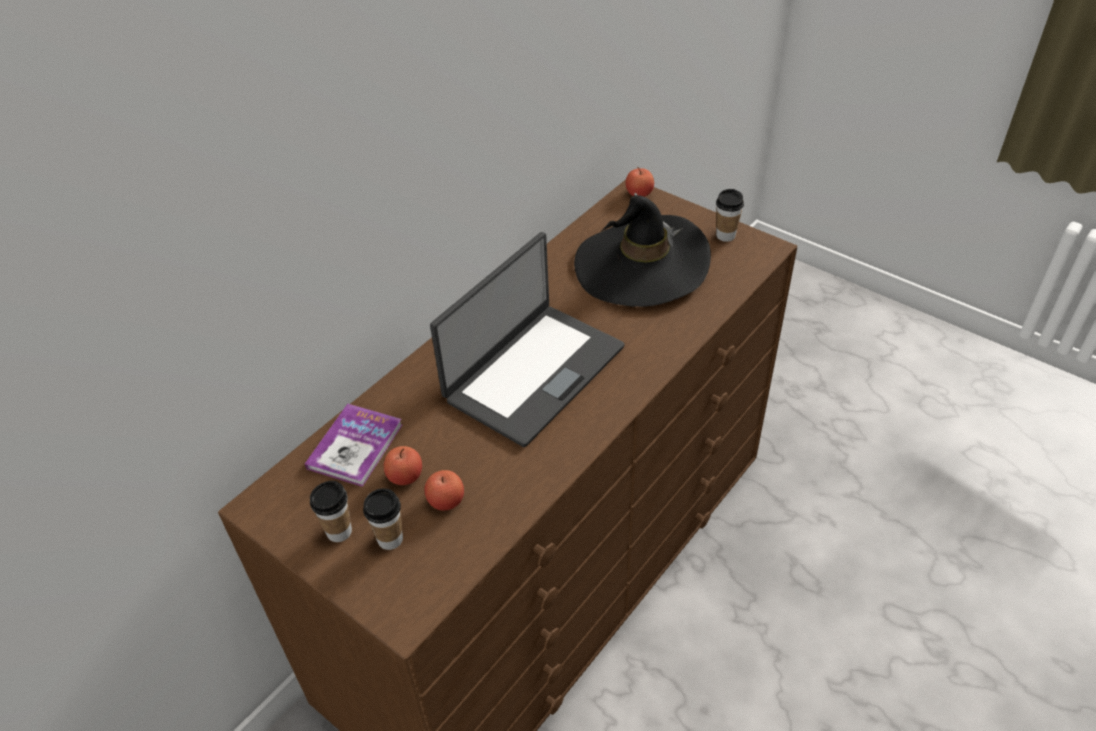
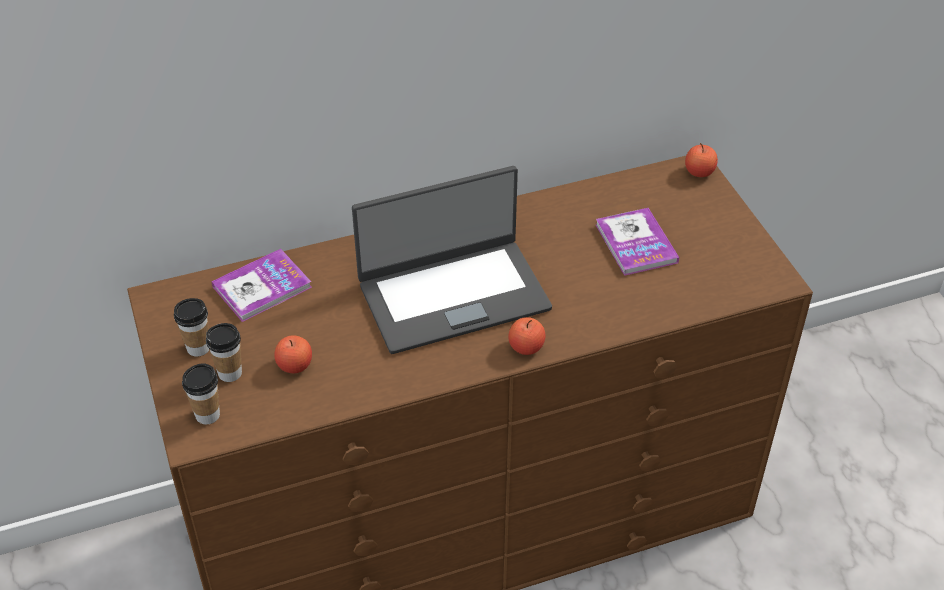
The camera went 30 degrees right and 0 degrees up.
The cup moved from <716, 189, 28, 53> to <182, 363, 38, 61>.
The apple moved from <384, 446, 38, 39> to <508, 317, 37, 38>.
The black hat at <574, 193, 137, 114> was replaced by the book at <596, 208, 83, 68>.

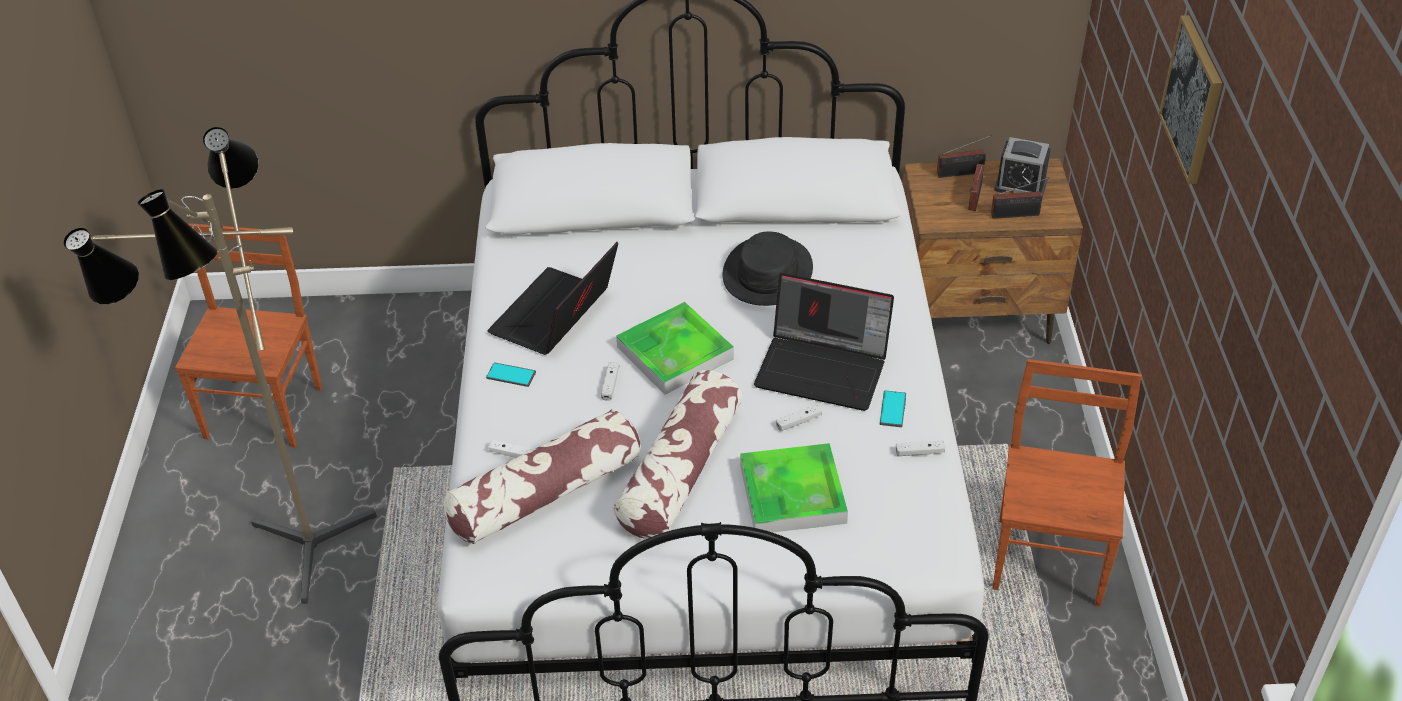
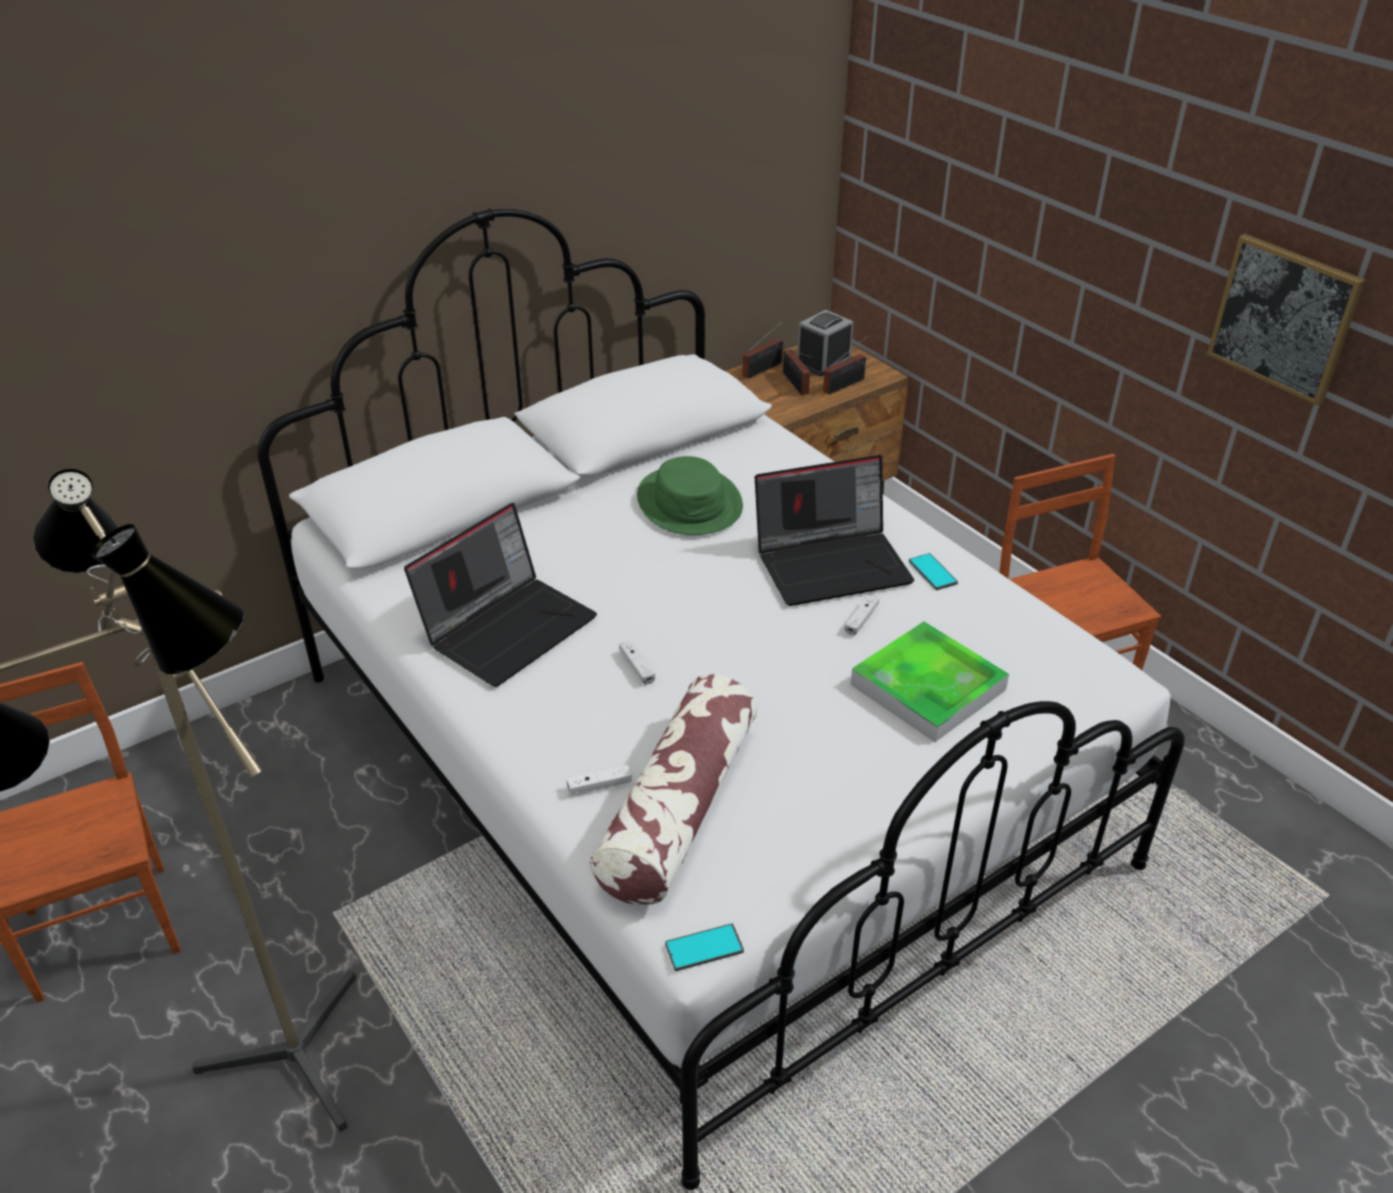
The camera went 35 degrees left and 5 degrees down.
The laptop at <487, 242, 131, 113> turned 135 degrees counterclockwise.
The black hat at <723, 232, 90, 74> became the green hat at <637, 456, 106, 79>.
The phone moved from <486, 363, 50, 24> to <665, 923, 79, 48>.
The alarm clock at <994, 137, 57, 60> turned 150 degrees clockwise.
The picture moved from <1159, 15, 63, 169> to <1207, 234, 159, 172>.
The pillow at <614, 370, 129, 169> disappeared.
The tray at <616, 302, 118, 93> disappeared.
The white game controller at <896, 441, 49, 15> disappeared.

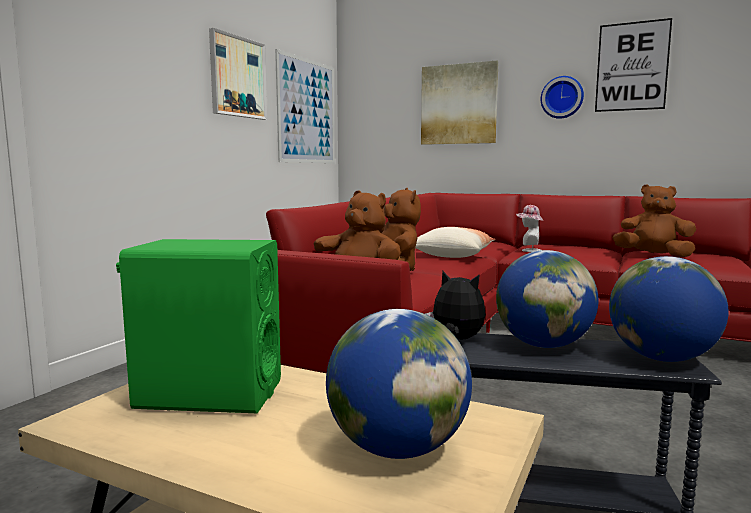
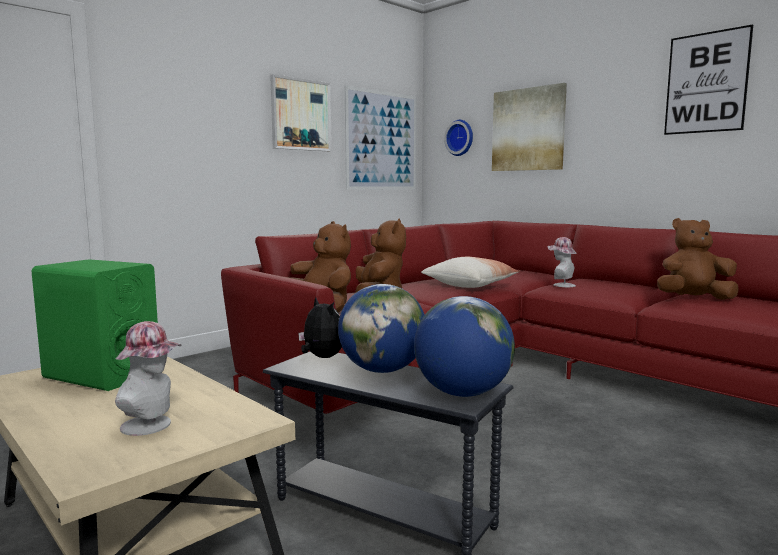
The camera went 20 degrees right and 0 degrees up.
The globe at <326, 309, 146, 150> was replaced by the hat at <115, 321, 67, 115>.
The wall clock moved from <541, 76, 43, 43> to <444, 120, 29, 36>.
The brown plush toy at <613, 184, 83, 74> turned 45 degrees counterclockwise.

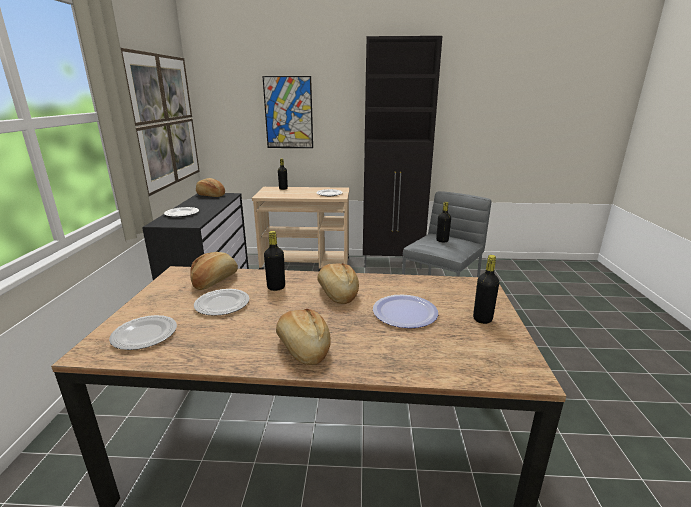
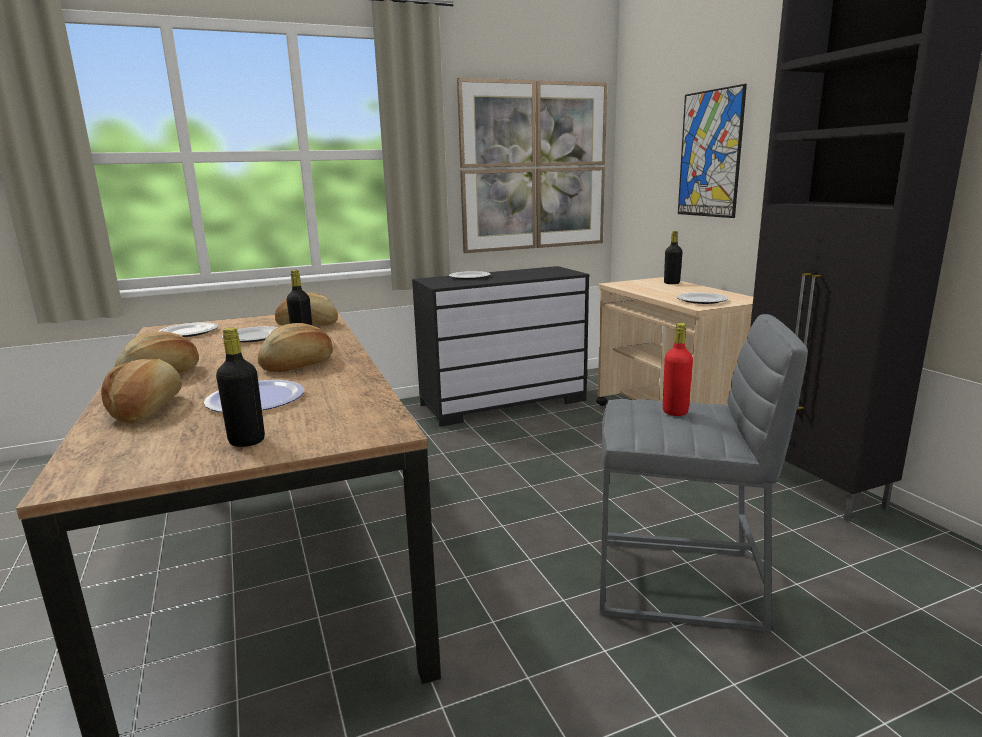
The camera went 65 degrees right and 5 degrees down.
The bread moved from <196, 178, 29, 19> to <101, 359, 81, 64>.
The black bottle at <436, 202, 15, 40> became the red bottle at <663, 323, 30, 93>.

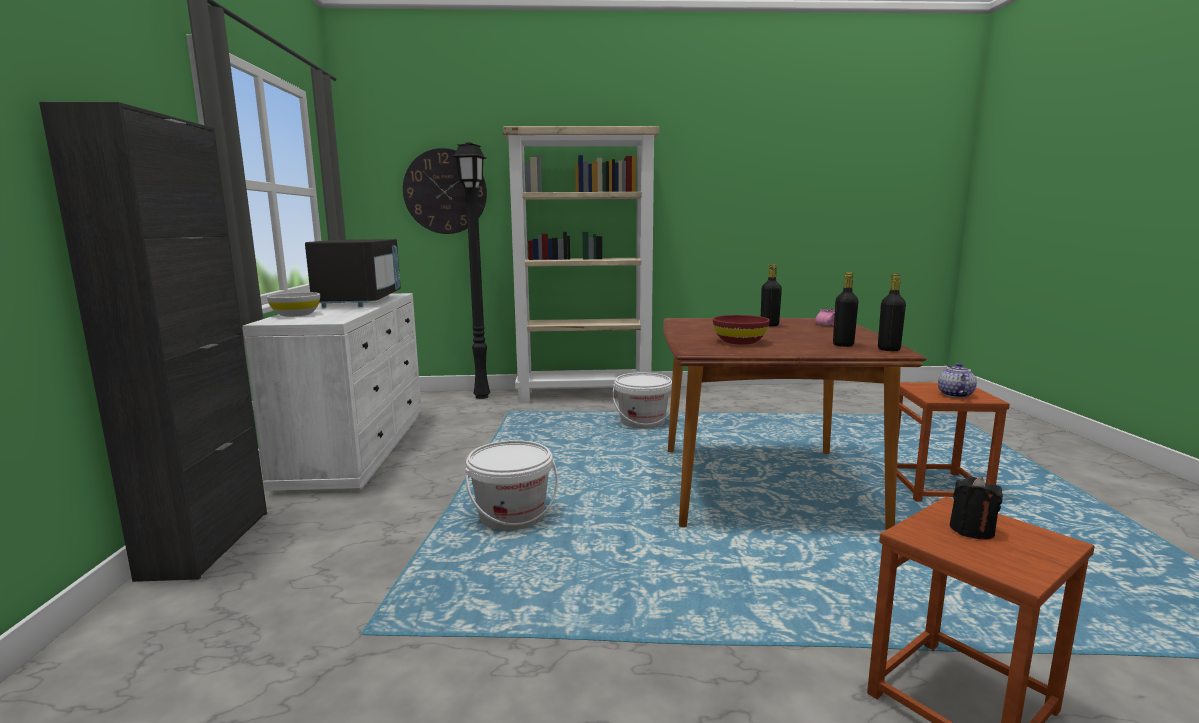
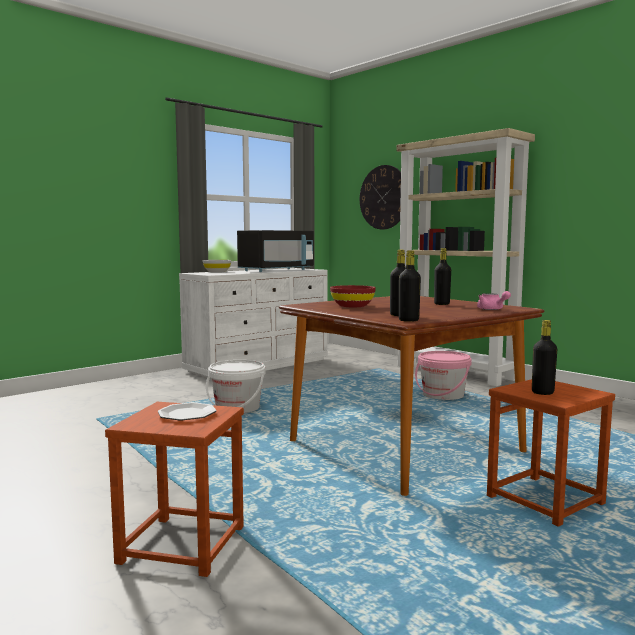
The camera went 50 degrees right and 5 degrees down.
The black candle at <950, 477, 53, 63> was replaced by the plate at <158, 402, 59, 18>.
The white bucket at <613, 372, 59, 56> became the pink bucket at <415, 351, 57, 49>.
The teapot at <938, 363, 39, 35> was replaced by the black bottle at <532, 320, 25, 75>.
The black cabinet at <39, 102, 228, 480> disappeared.
The black floor lamp at <453, 143, 37, 256> disappeared.

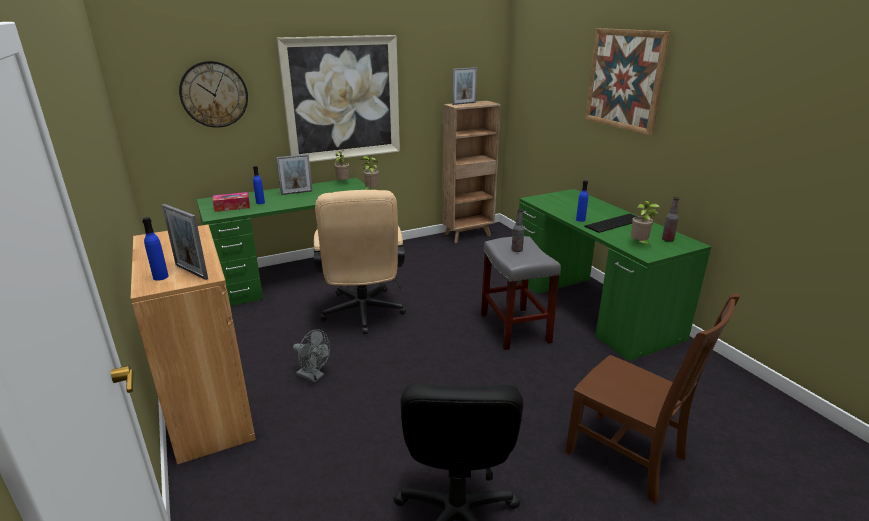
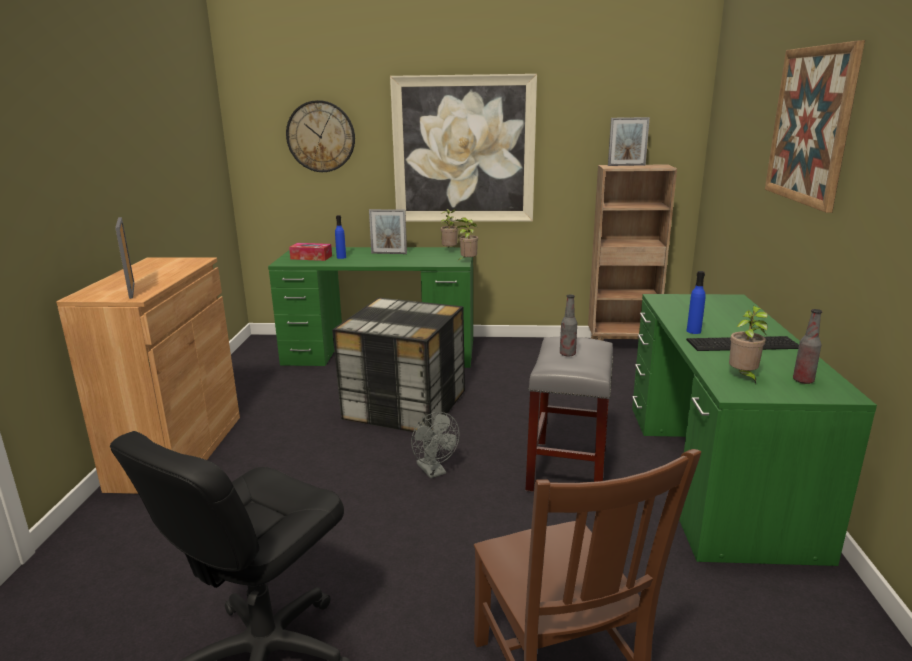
The camera went 30 degrees right and 5 degrees down.
The beige office chair at <314, 190, 92, 144> was replaced by the storage box at <332, 298, 133, 134>.
The grey fan moved from <293, 329, 37, 54> to <411, 412, 48, 66>.
The blue bottle at <142, 217, 27, 64> disappeared.

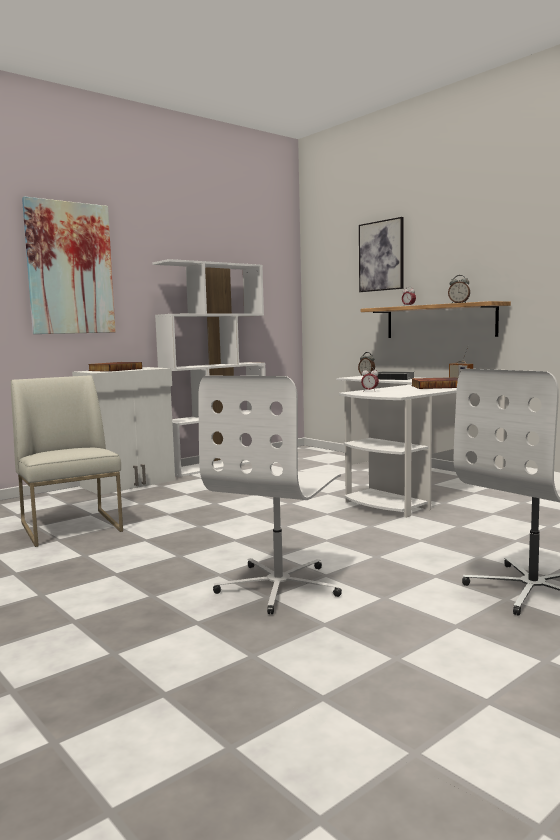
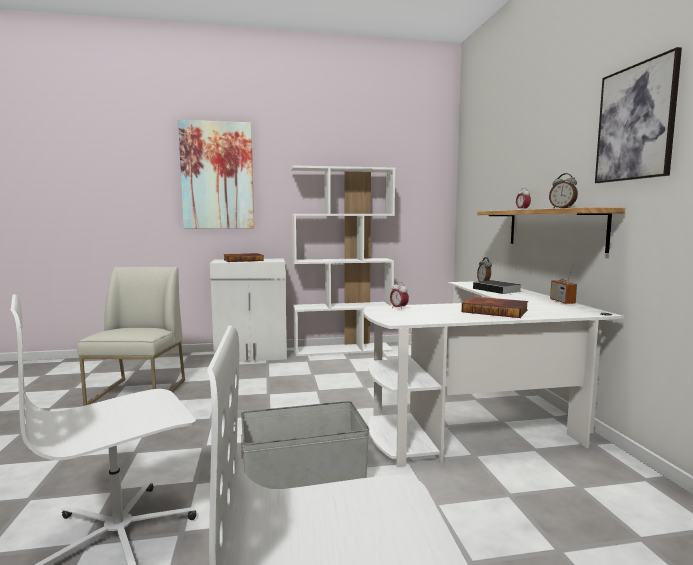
The camera went 30 degrees right and 0 degrees up.
The grey storage box at <241, 401, 129, 88> appeared.
The picture moved from <359, 217, 45, 75> to <595, 47, 87, 136>.

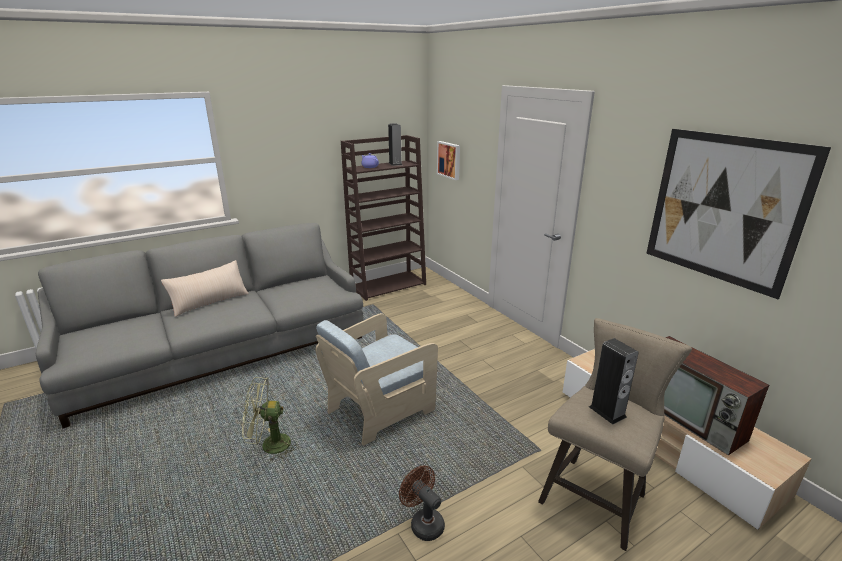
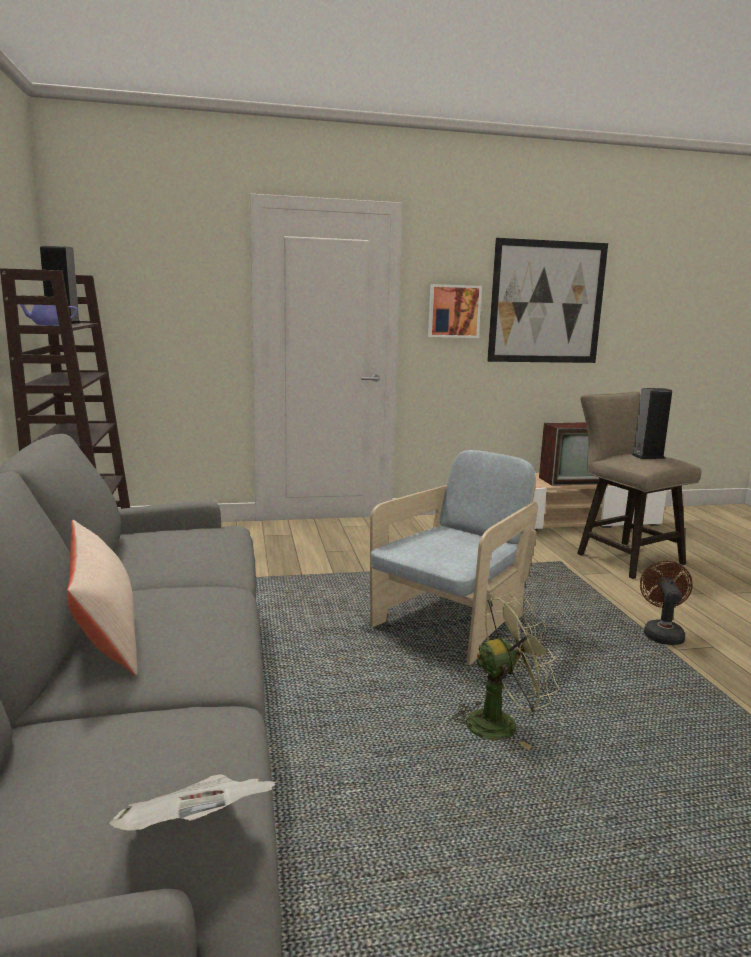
The camera went 70 degrees left and 10 degrees down.
The newspaper at <109, 774, 168, 57> appeared.
The beige armchair at <315, 313, 123, 133> turned 120 degrees counterclockwise.
The picture moved from <437, 141, 23, 39> to <428, 284, 54, 54>.
The green fan at <242, 377, 57, 85> turned 120 degrees counterclockwise.
The brown fan at <399, 465, 46, 76> turned 120 degrees clockwise.

